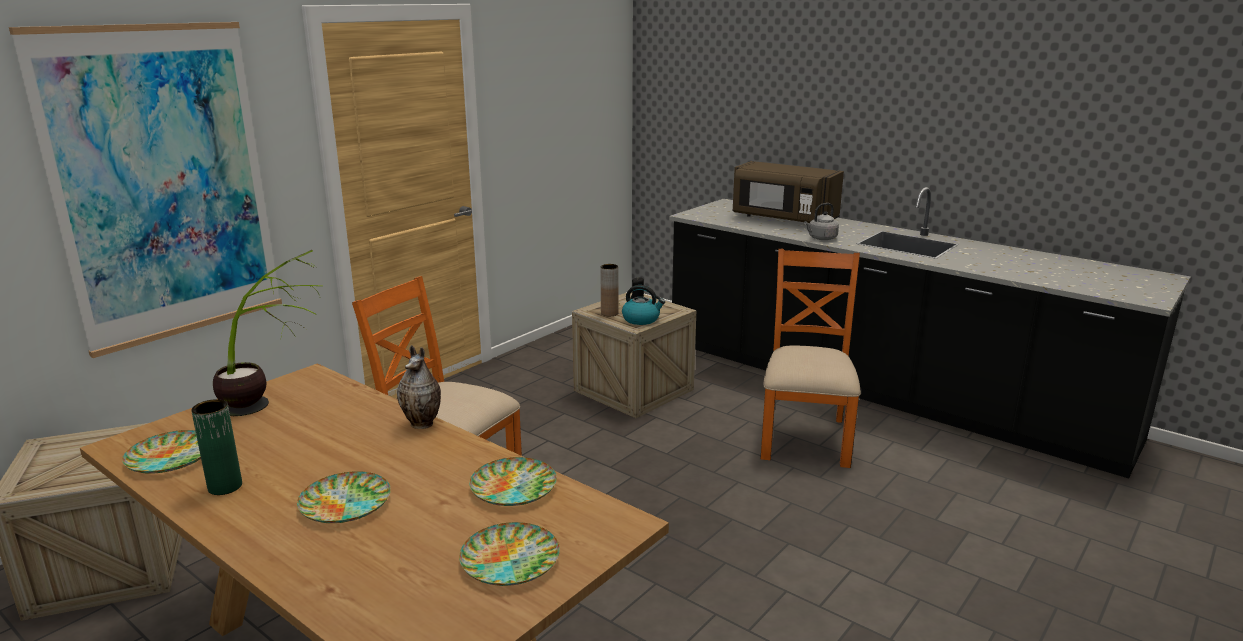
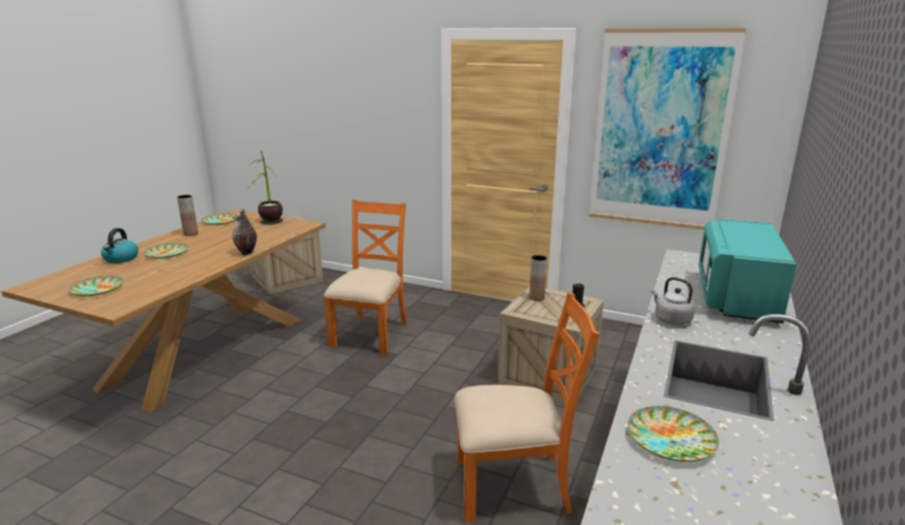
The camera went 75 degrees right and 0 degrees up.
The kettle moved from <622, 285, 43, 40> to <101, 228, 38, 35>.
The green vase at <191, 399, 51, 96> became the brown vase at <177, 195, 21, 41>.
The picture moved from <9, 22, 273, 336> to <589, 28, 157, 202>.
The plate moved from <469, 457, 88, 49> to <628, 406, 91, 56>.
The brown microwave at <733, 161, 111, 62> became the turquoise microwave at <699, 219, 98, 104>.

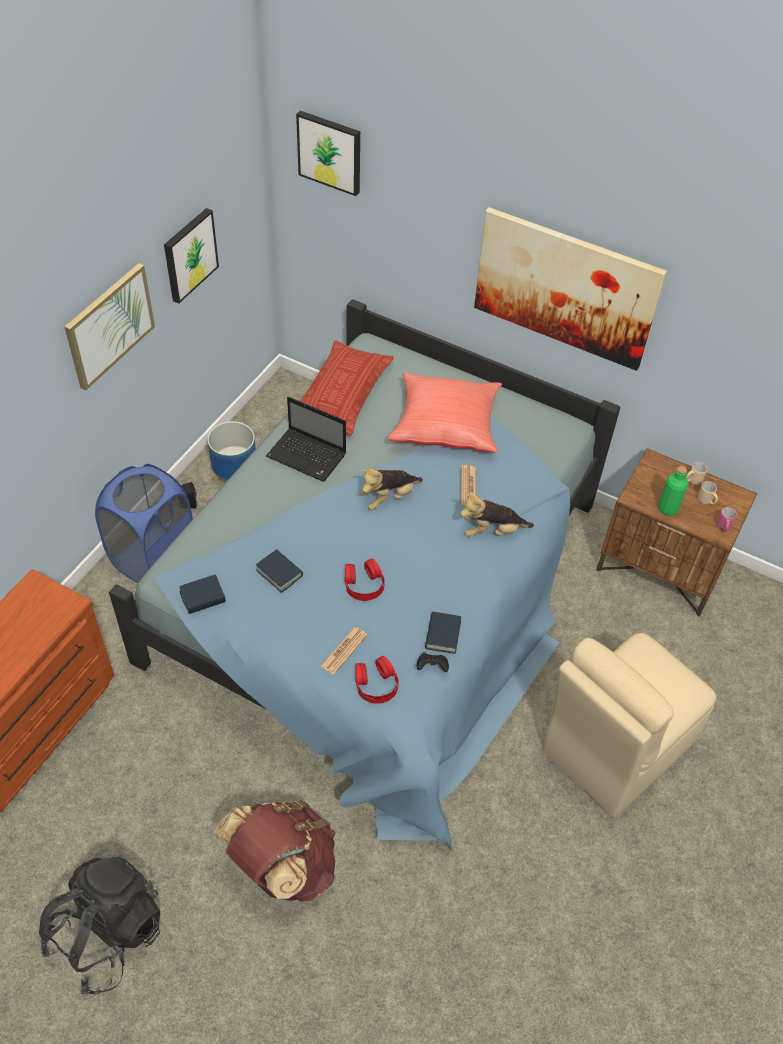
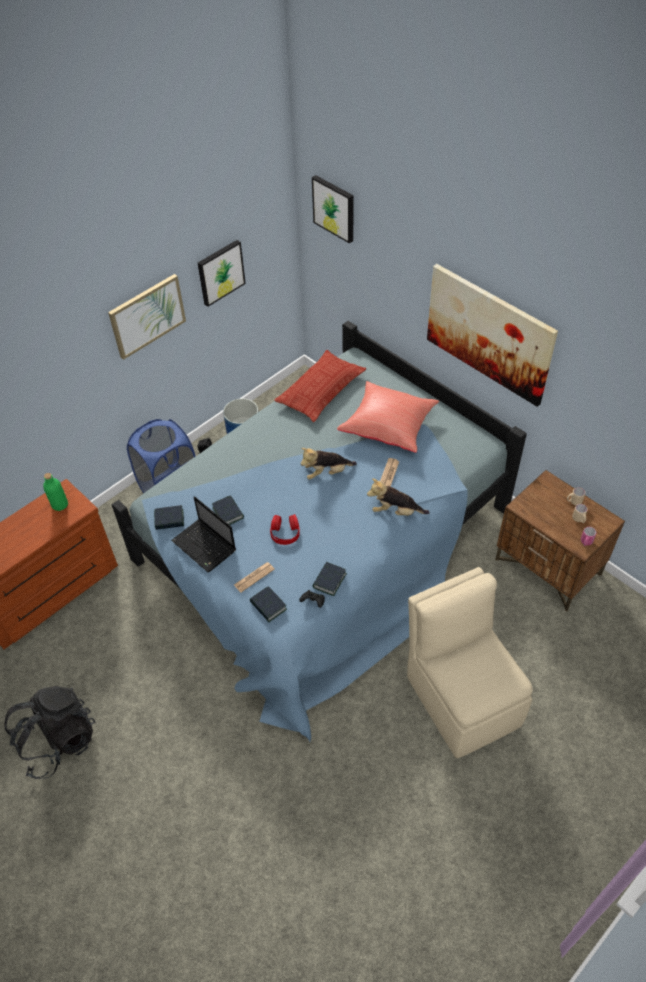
The camera went 20 degrees right and 0 degrees up.
The green bottle moved from <658, 466, 30, 50> to <43, 473, 25, 38>.
The laptop moved from <266, 396, 80, 86> to <171, 496, 65, 76>.
The red headphones at <356, 656, 43, 48> was replaced by the book at <250, 586, 37, 36>.
The beige chair at <542, 633, 175, 184> turned 90 degrees clockwise.
The brown backpack at <214, 800, 122, 102> disappeared.

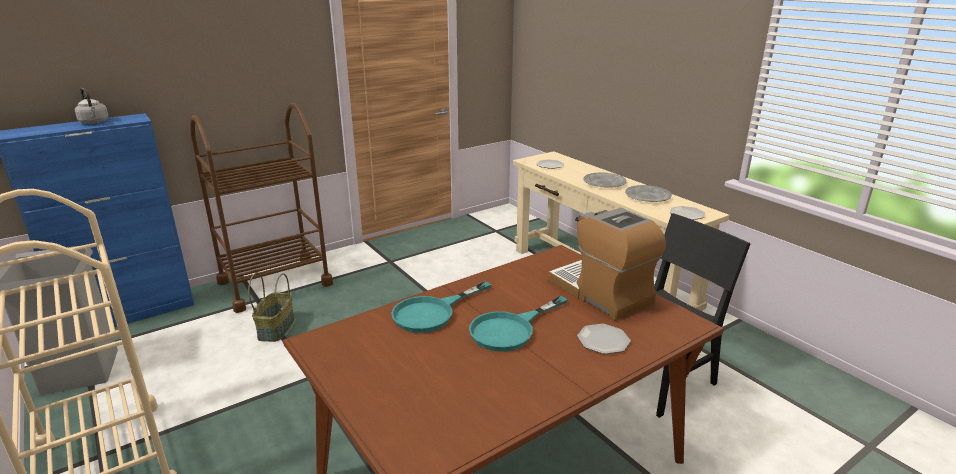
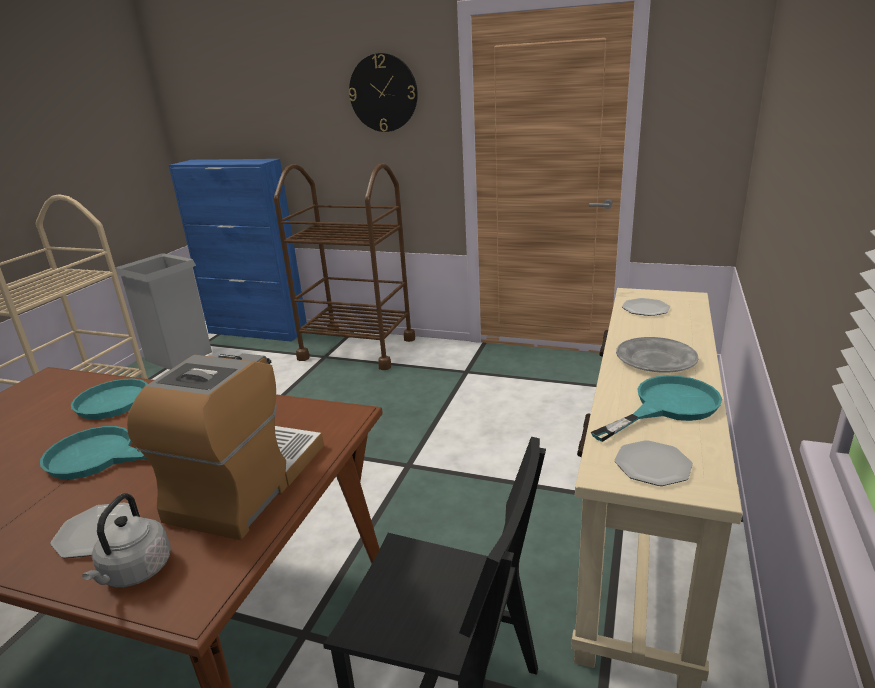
The camera went 55 degrees right and 0 degrees up.
The grey kettle moved from <75, 88, 33, 36> to <82, 493, 89, 94>.
The wall clock at <349, 53, 69, 79> appeared.
The grey plate at <625, 185, 47, 17> was replaced by the turquoise frying pan at <591, 375, 131, 67>.
The basket at <248, 272, 47, 70> disappeared.

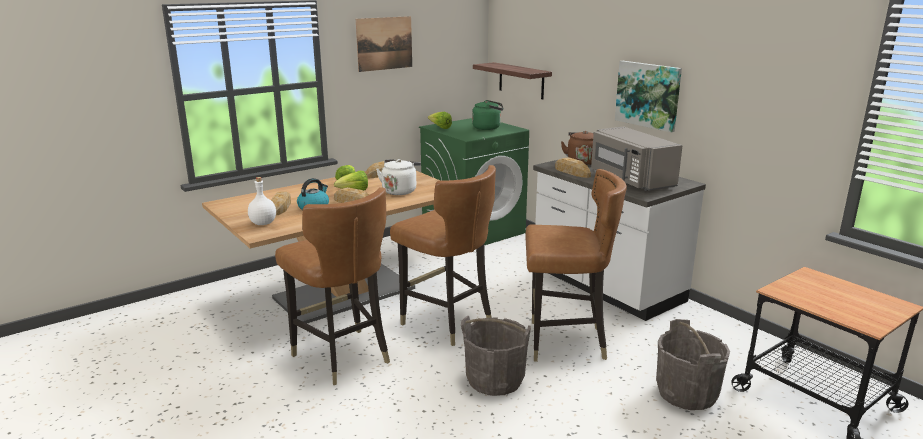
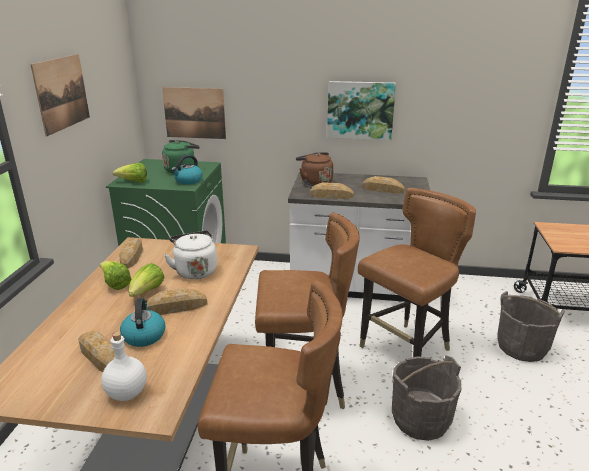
The camera went 45 degrees left and 5 degrees up.
The shelf at <473, 62, 79, 37> was replaced by the picture at <162, 87, 64, 52>.
The kettle at <171, 155, 32, 30> appeared.
The grey microwave at <591, 126, 92, 65> was replaced by the bread at <362, 176, 43, 17>.

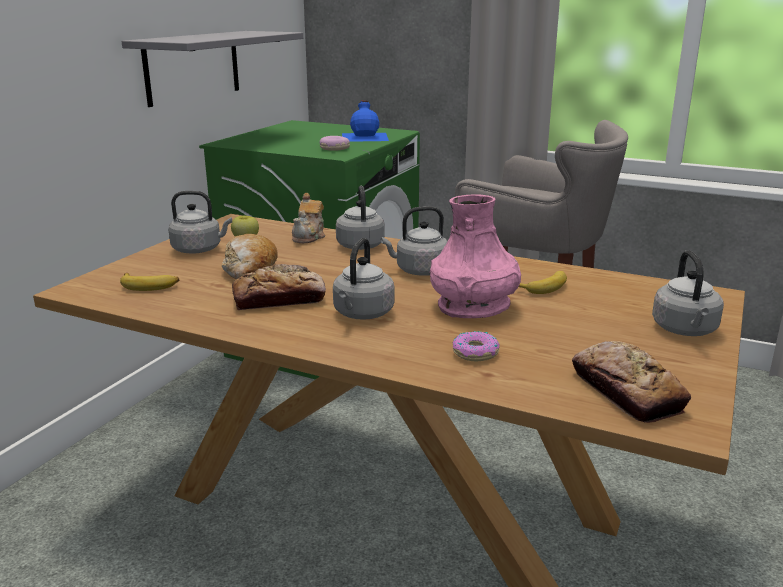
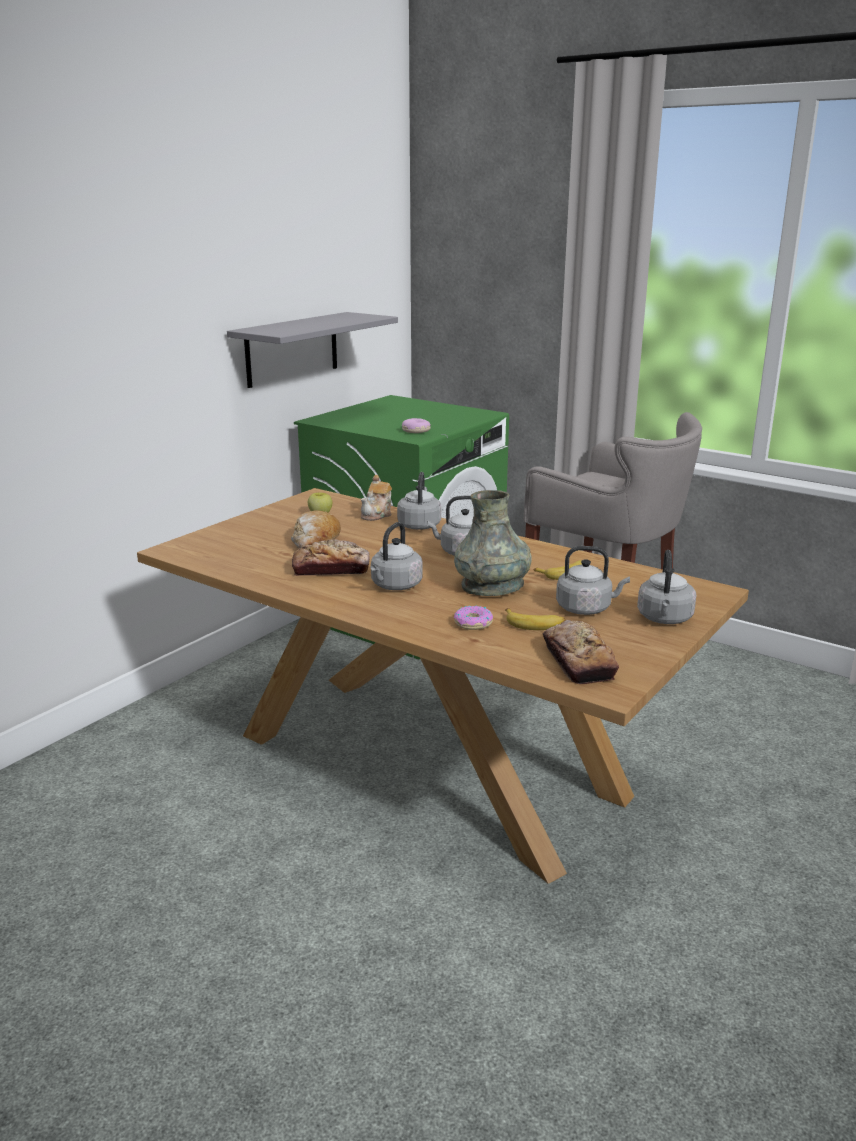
The camera went 10 degrees right and 0 degrees up.
The pink vase at <429, 194, 92, 124> became the grey vase at <454, 490, 78, 106>.
The banana moved from <120, 273, 59, 18> to <505, 608, 60, 22>.
The grey kettle moved from <169, 191, 63, 63> to <556, 546, 74, 69>.
The blue bottle at <342, 100, 47, 42> disappeared.

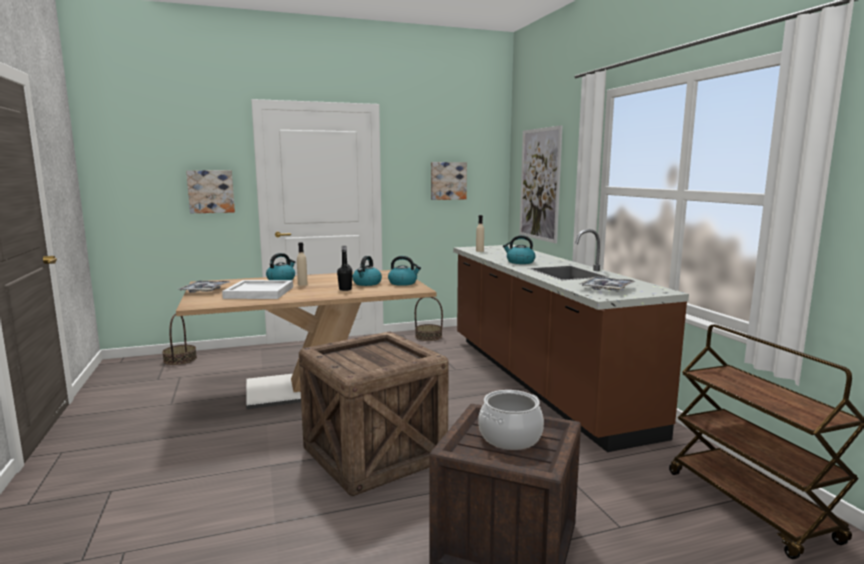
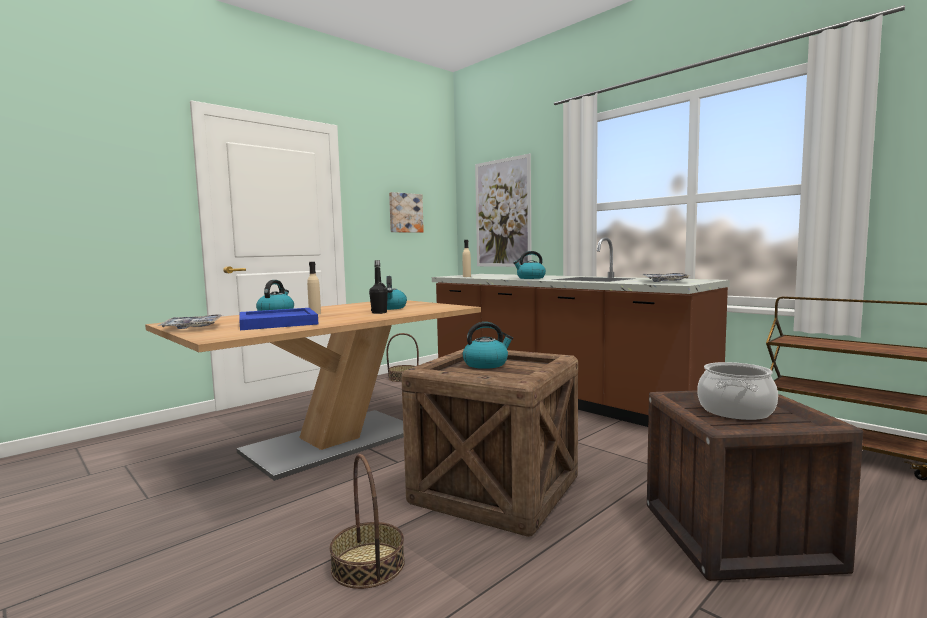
The camera went 25 degrees left and 5 degrees down.
The white tray at <222, 280, 71, 19> became the blue tray at <239, 308, 79, 22>.
The basket moved from <162, 313, 35, 52> to <330, 454, 75, 135>.
The kettle moved from <388, 256, 33, 30> to <463, 322, 50, 47>.
The picture at <186, 170, 49, 43> disappeared.

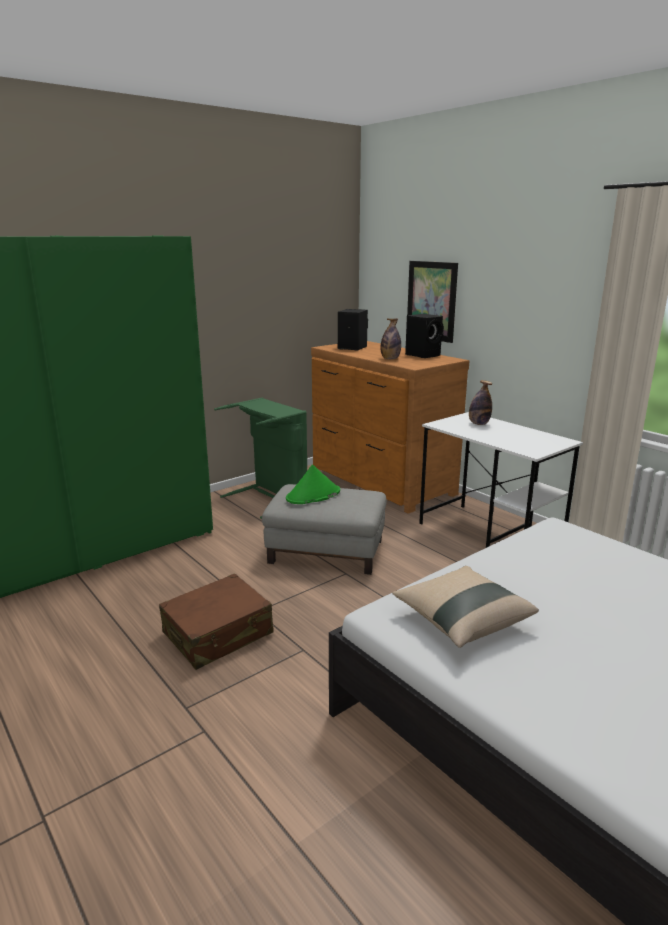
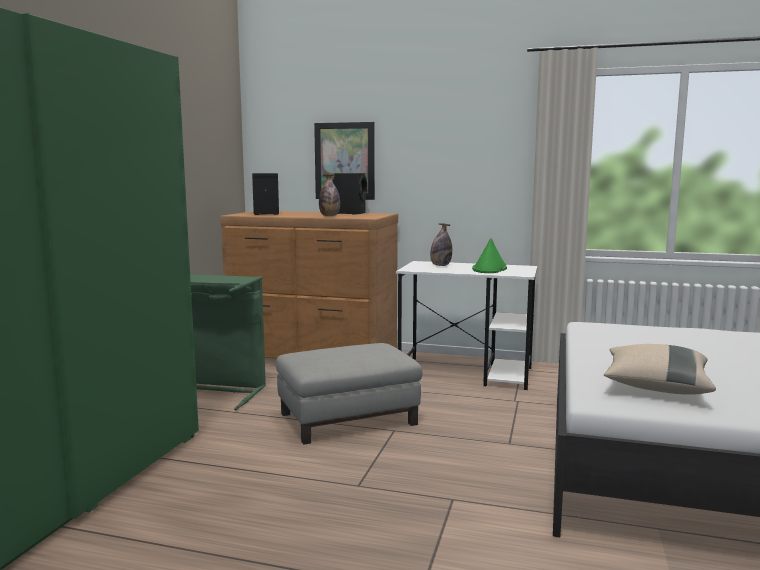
The camera went 35 degrees left and 10 degrees down.
The green hat moved from <286, 465, 54, 39> to <472, 238, 35, 35>.
The brown suitcase at <159, 573, 114, 97> disappeared.

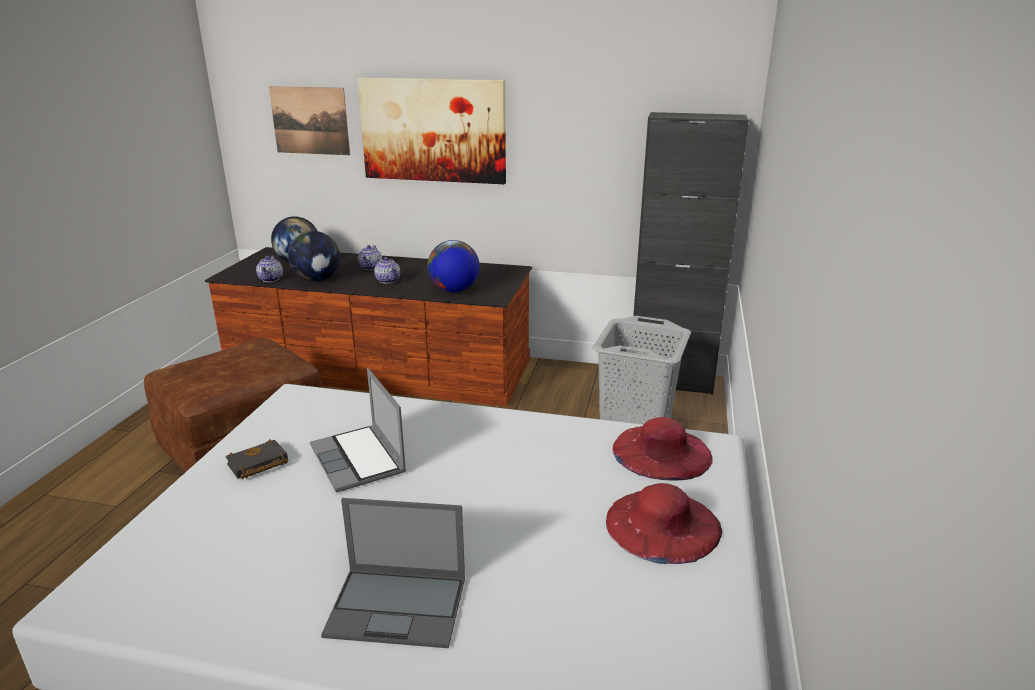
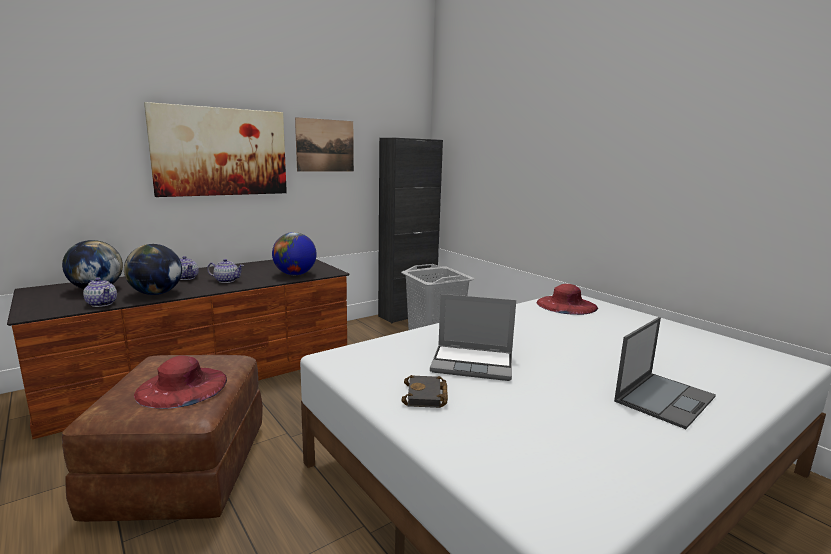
The camera went 50 degrees left and 10 degrees down.
The red hat moved from <606, 483, 116, 81> to <134, 355, 93, 54>.
The picture moved from <269, 86, 81, 69> to <295, 117, 59, 55>.

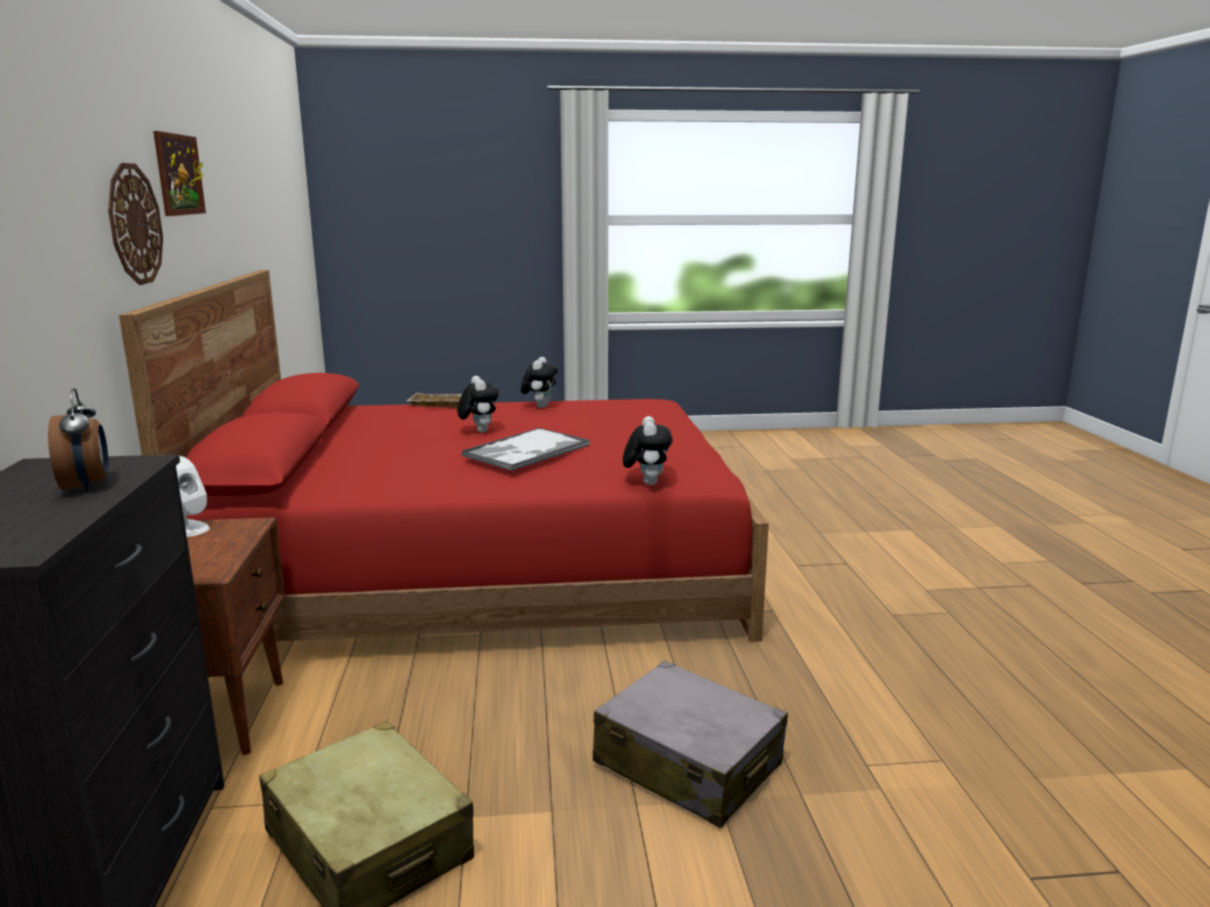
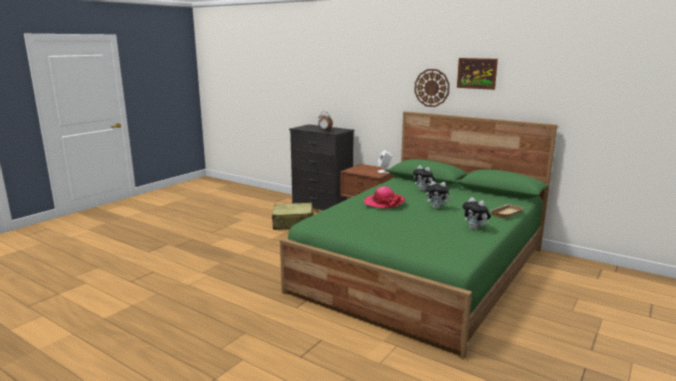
The camera went 130 degrees right and 0 degrees up.
The red bed at <119, 270, 650, 372> became the green bed at <280, 111, 277, 249>.
The tray at <462, 428, 127, 43> was replaced by the hat at <364, 187, 41, 21>.
The plush toy moved from <623, 416, 49, 69> to <413, 166, 22, 25>.
The grey suitcase at <593, 661, 195, 167> disappeared.

